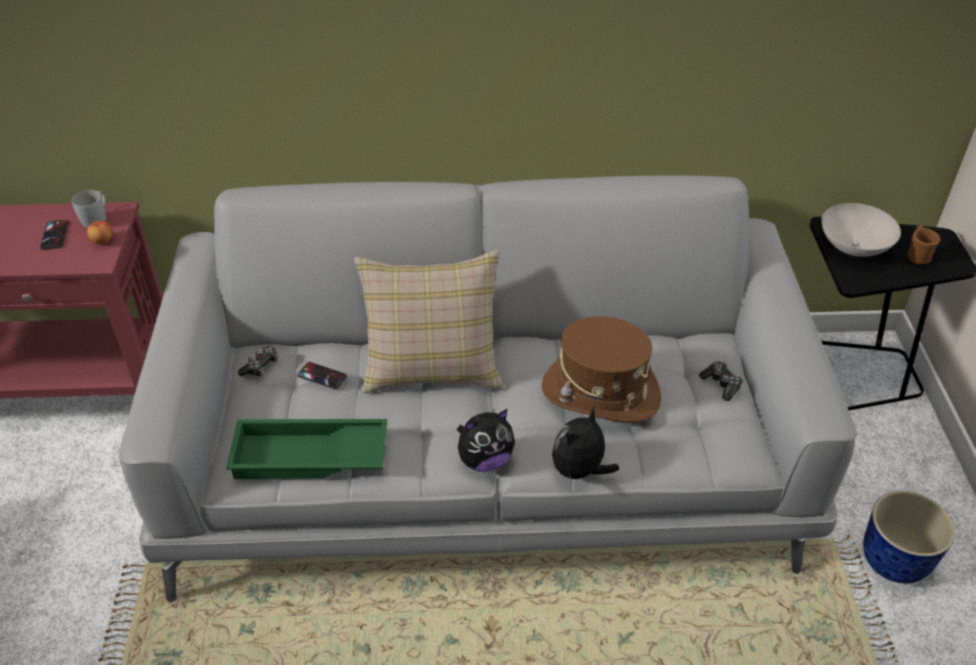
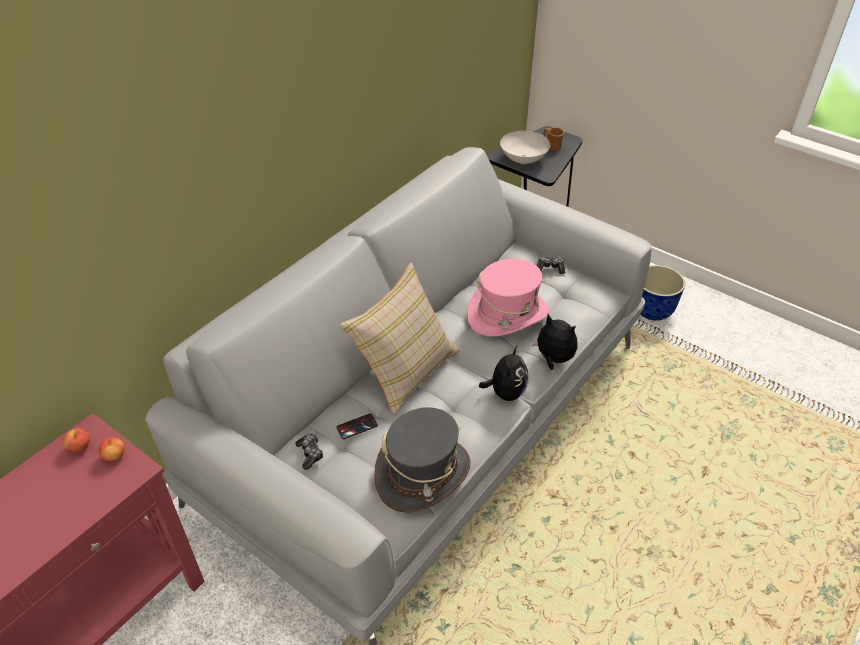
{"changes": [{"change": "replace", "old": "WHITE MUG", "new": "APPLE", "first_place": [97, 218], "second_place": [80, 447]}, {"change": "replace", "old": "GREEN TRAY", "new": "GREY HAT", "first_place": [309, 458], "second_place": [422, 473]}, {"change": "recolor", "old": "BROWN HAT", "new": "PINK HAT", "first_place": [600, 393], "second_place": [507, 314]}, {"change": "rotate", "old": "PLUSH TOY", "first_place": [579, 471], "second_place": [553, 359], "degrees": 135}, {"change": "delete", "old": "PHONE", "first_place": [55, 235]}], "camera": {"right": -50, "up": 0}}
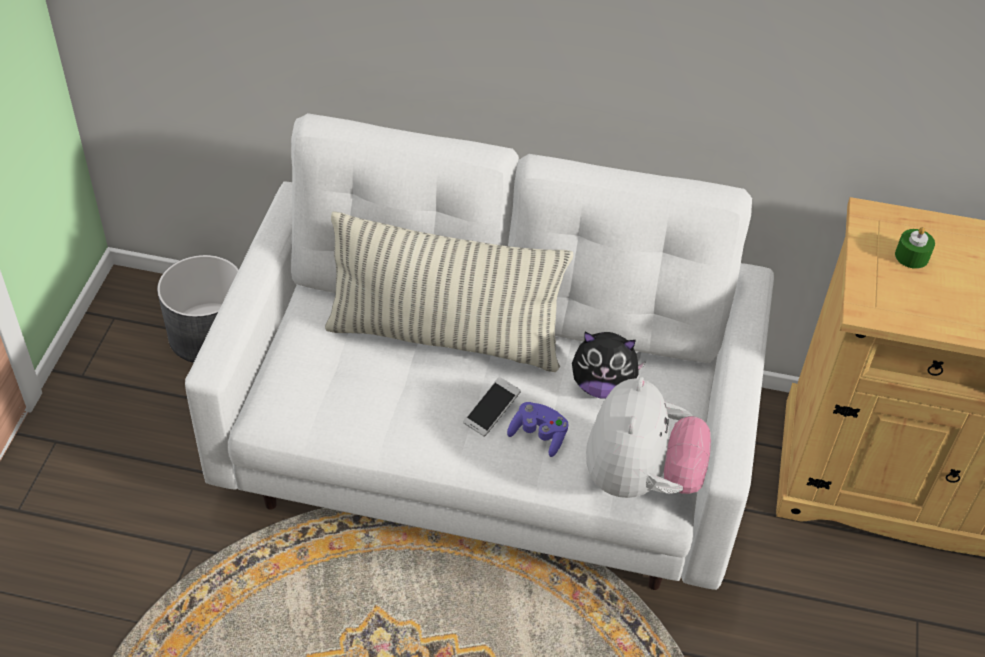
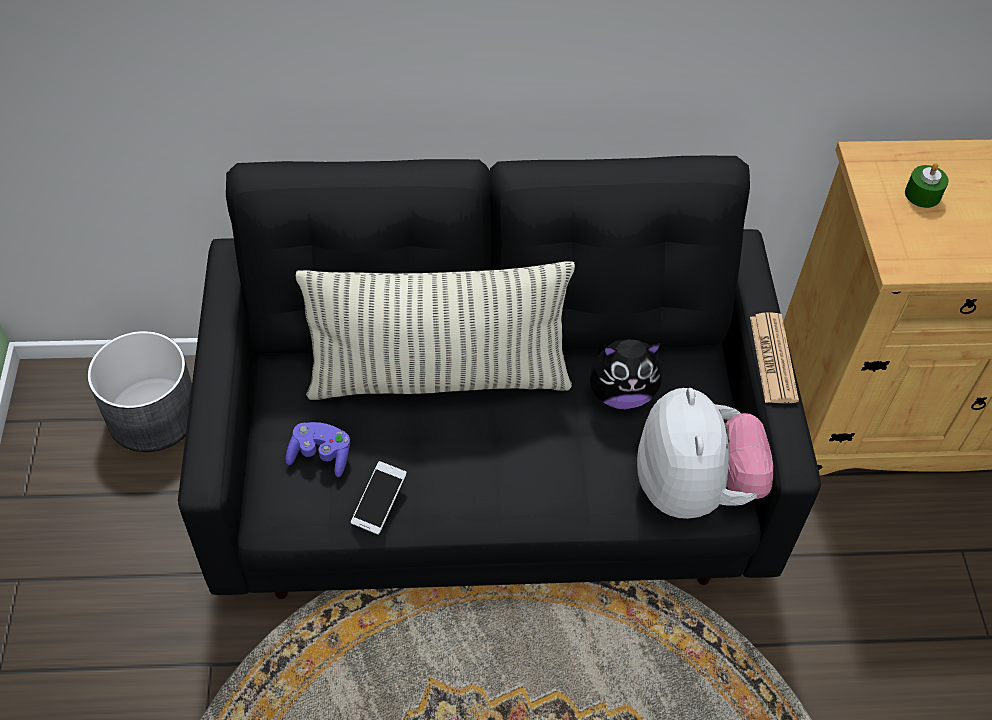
{"changes": [{"change": "recolor", "old": "WHITE SOFA", "new": "BLACK SOFA", "first_place": [487, 456], "second_place": [492, 482]}, {"change": "move", "old": "PURPLE GAME CONTROLLER", "first_place": [538, 435], "second_place": [321, 456]}, {"change": "move", "old": "PHONE", "first_place": [491, 412], "second_place": [379, 503]}, {"change": "insert", "new": "NEWSPAPER", "second_place": [773, 359]}], "camera": {"right": -15, "up": 5}}
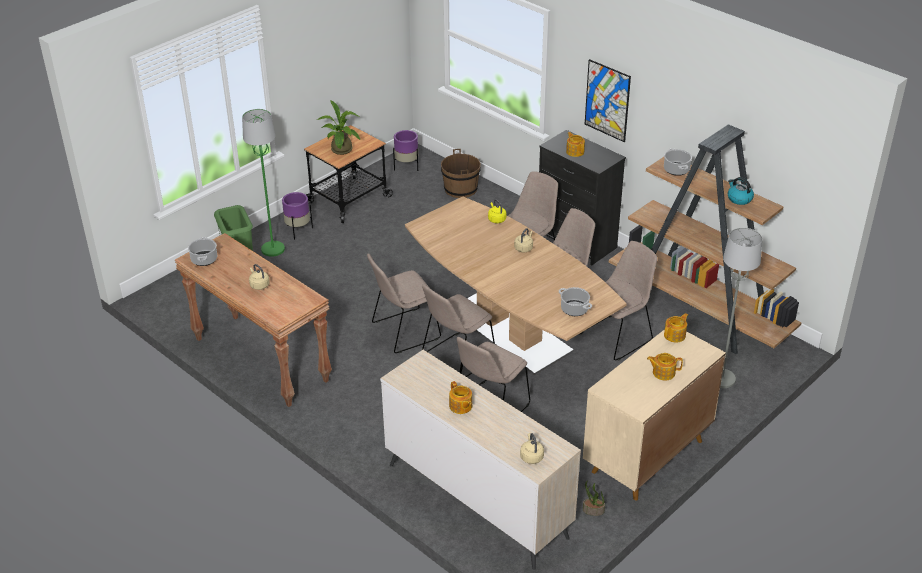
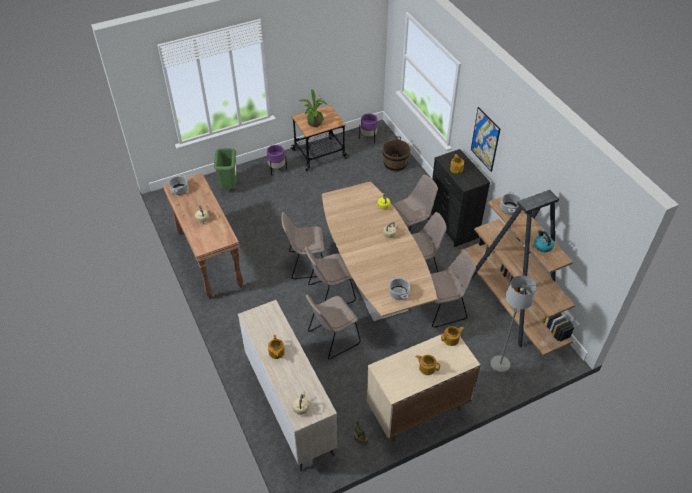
{"changes": [{"change": "delete", "old": "GREEN FLOOR LAMP", "first_place": [272, 249]}], "camera": {"right": 20, "up": 10}}
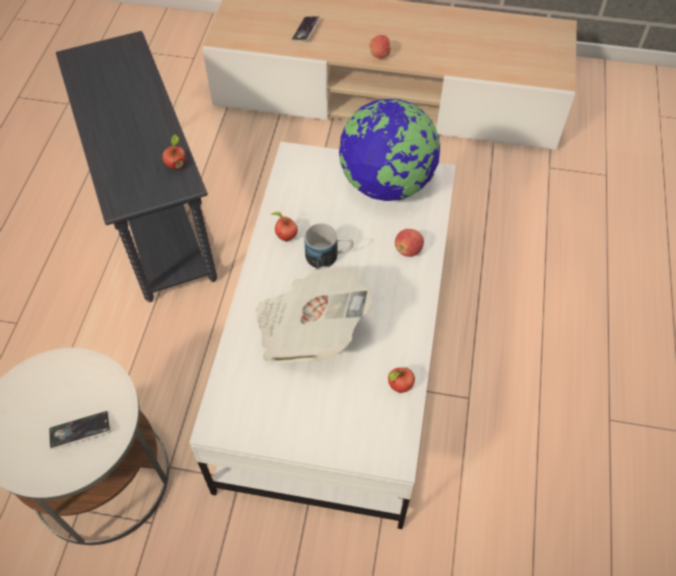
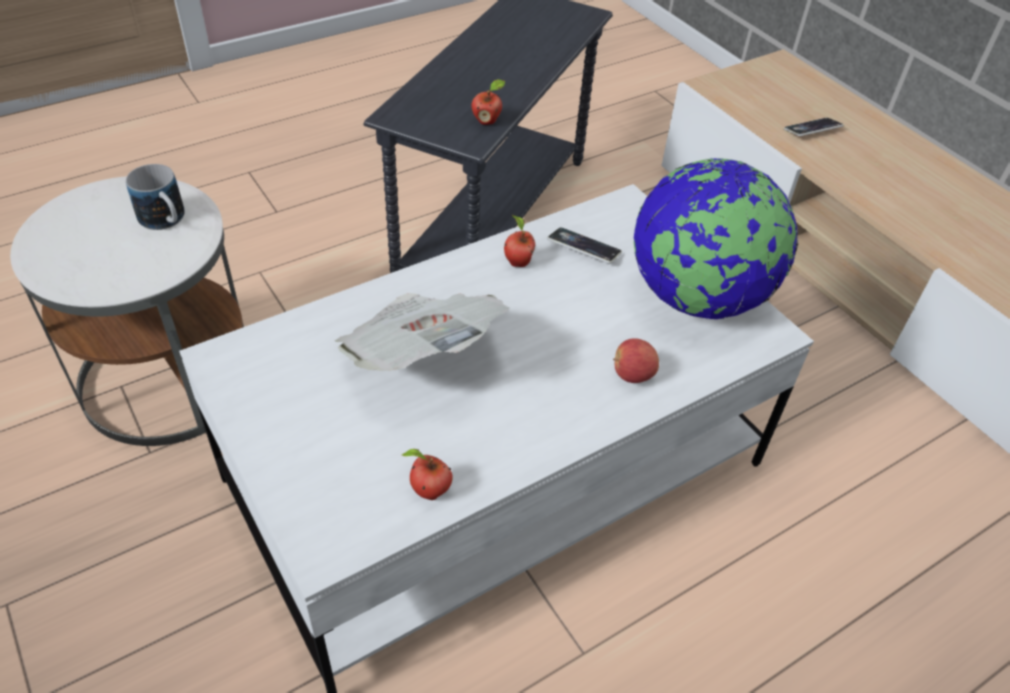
{"changes": [{"change": "move", "old": "MUG", "first_place": [329, 256], "second_place": [166, 222]}, {"change": "move", "old": "PHONE", "first_place": [81, 431], "second_place": [584, 249]}, {"change": "delete", "old": "APPLE", "first_place": [380, 55]}], "camera": {"right": 45, "up": -10}}
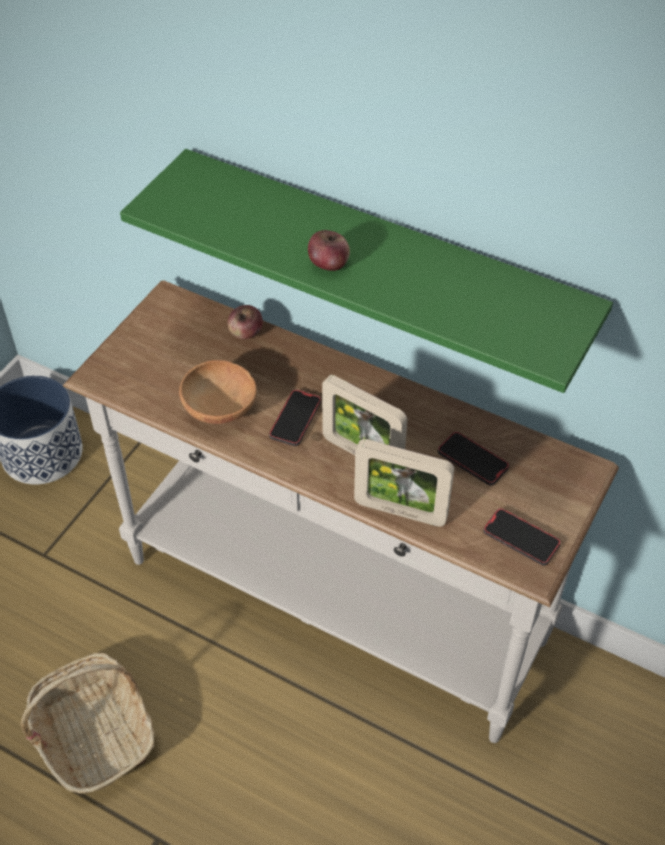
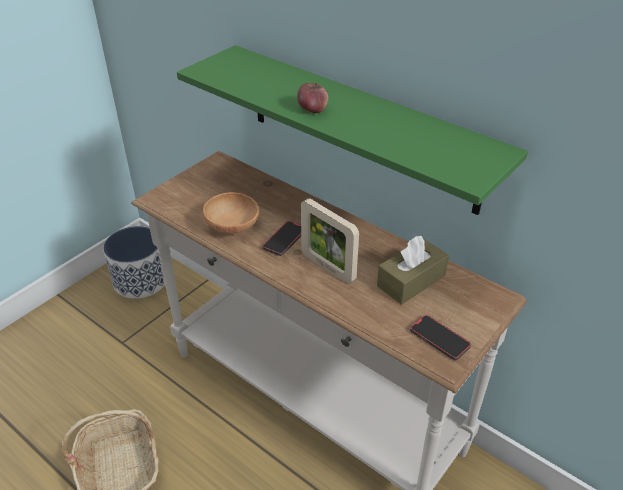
{"changes": [{"change": "replace", "old": "PHONE", "new": "BROWN TISSUE BOX", "first_place": [472, 460], "second_place": [411, 281]}, {"change": "delete", "old": "APPLE", "first_place": [246, 333]}, {"change": "delete", "old": "PICTURE FRAME", "first_place": [400, 511]}], "camera": {"right": 10, "up": -10}}
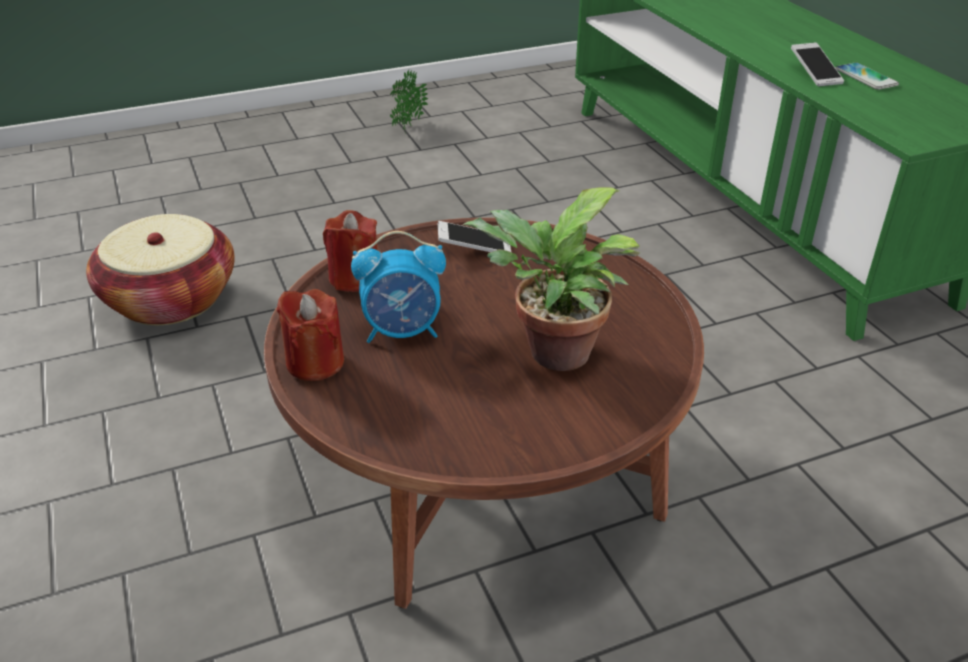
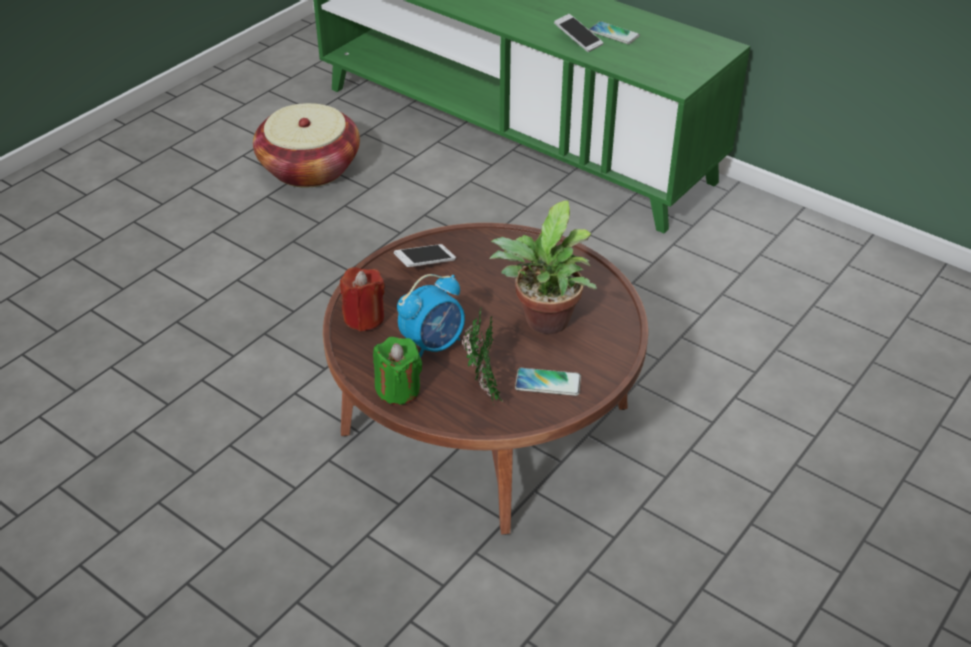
{"changes": [{"change": "move", "old": "BASKET", "first_place": [171, 299], "second_place": [310, 168]}, {"change": "recolor", "old": "RED CANDLE", "new": "GREEN CANDLE", "first_place": [315, 362], "second_place": [398, 389]}, {"change": "move", "old": "POTTED PLANT", "first_place": [406, 128], "second_place": [484, 387]}, {"change": "insert", "new": "PHONE", "second_place": [548, 383]}], "camera": {"right": -30, "up": 5}}
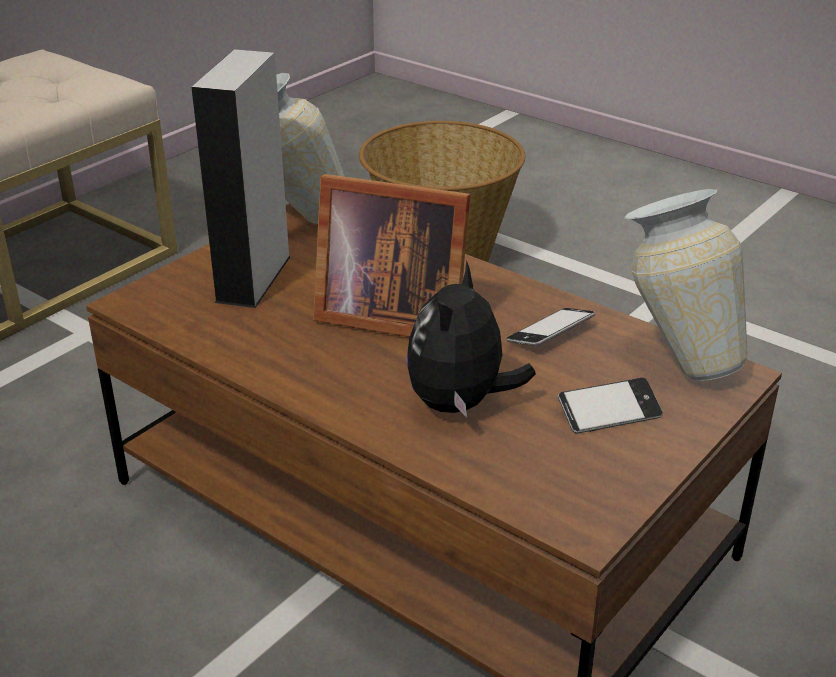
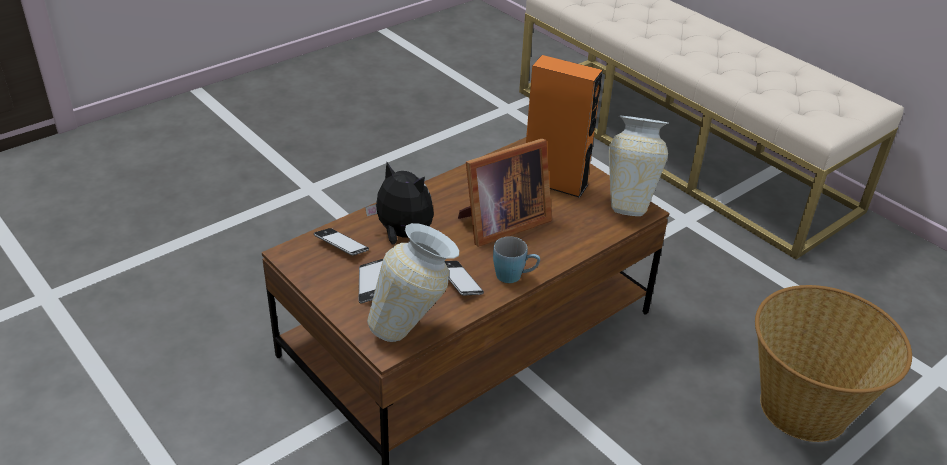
{"changes": [{"change": "insert", "new": "PHONE", "second_place": [341, 245]}, {"change": "rotate", "old": "PICTURE FRAME", "first_place": [388, 314], "second_place": [500, 224], "degrees": -150}, {"change": "insert", "new": "BLUE MUG", "second_place": [515, 276]}, {"change": "recolor", "old": "GREY SPEAKER", "new": "ORANGE SPEAKER", "first_place": [254, 278], "second_place": [554, 182]}], "camera": {"right": 100, "up": 5}}
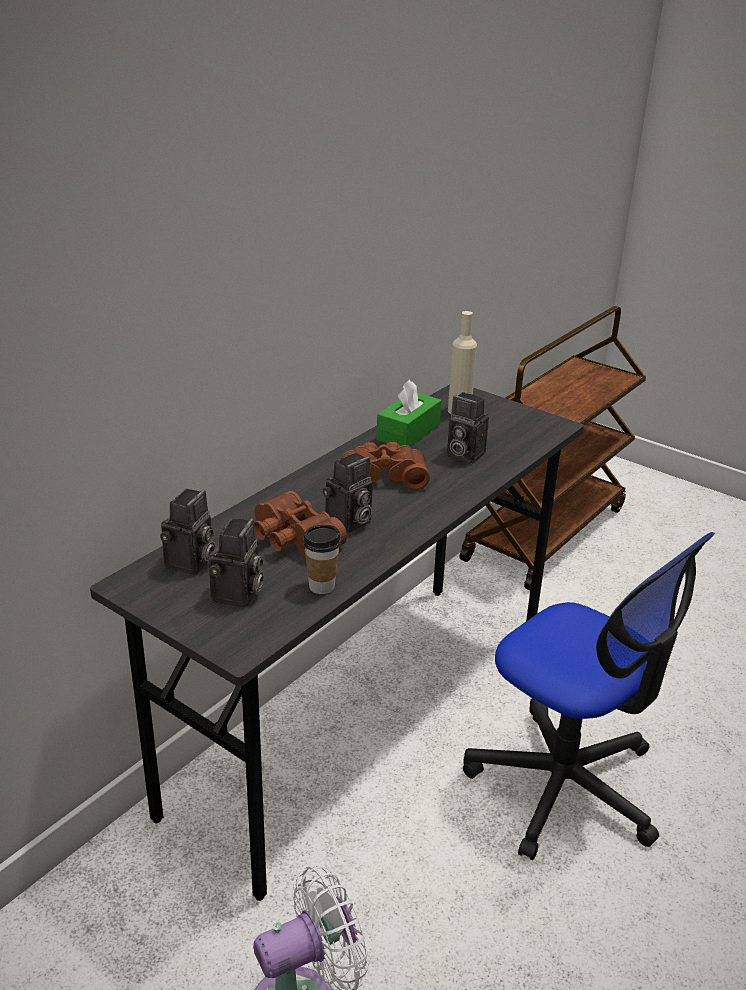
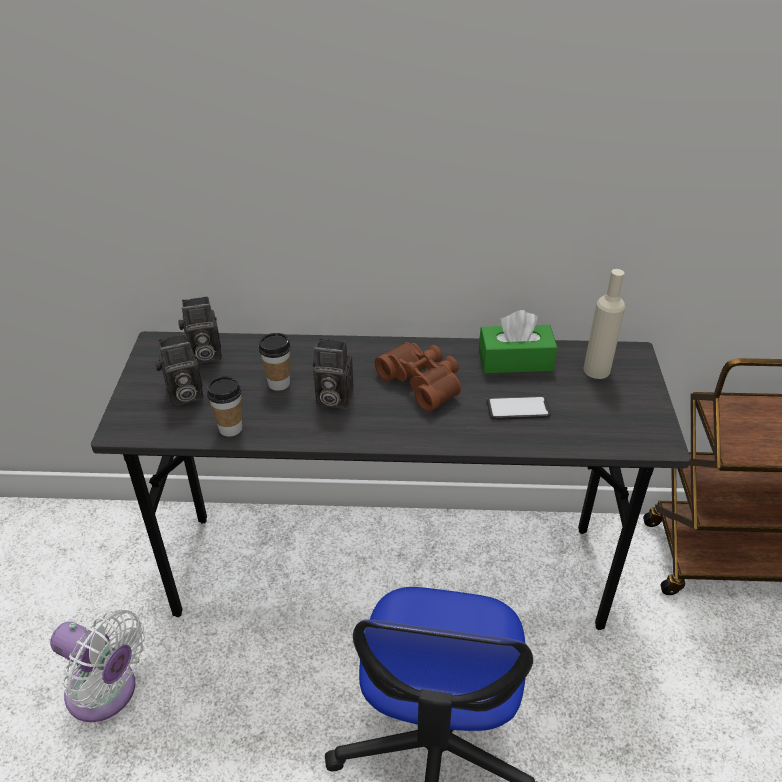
{"changes": [{"change": "replace", "old": "BROWN BINOCULARS", "new": "CUP", "first_place": [292, 540], "second_place": [279, 383]}, {"change": "replace", "old": "PHOTO CAMERA", "new": "PHONE", "first_place": [463, 455], "second_place": [518, 408]}], "camera": {"right": 55, "up": 10}}
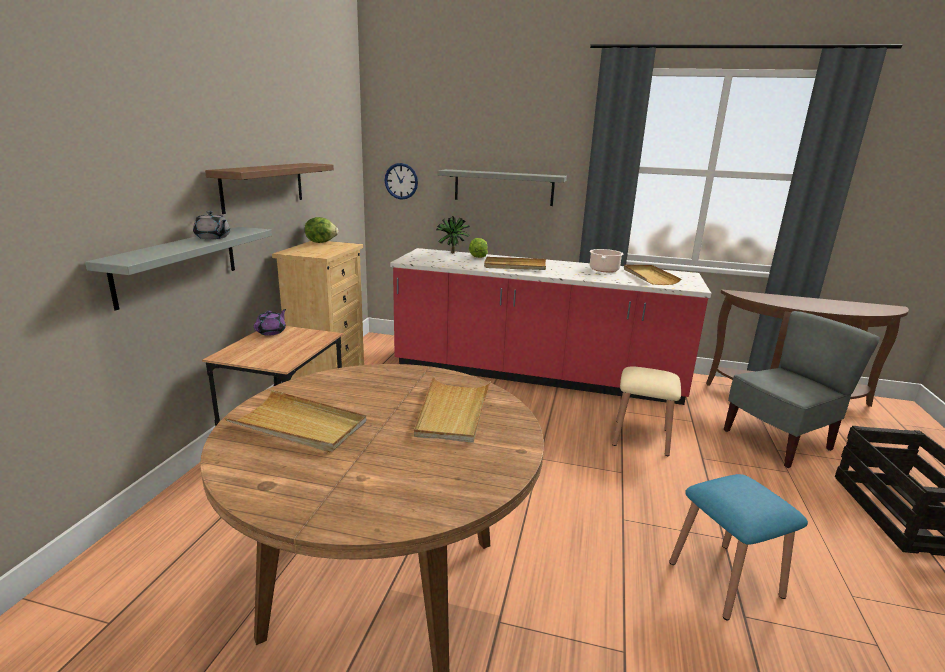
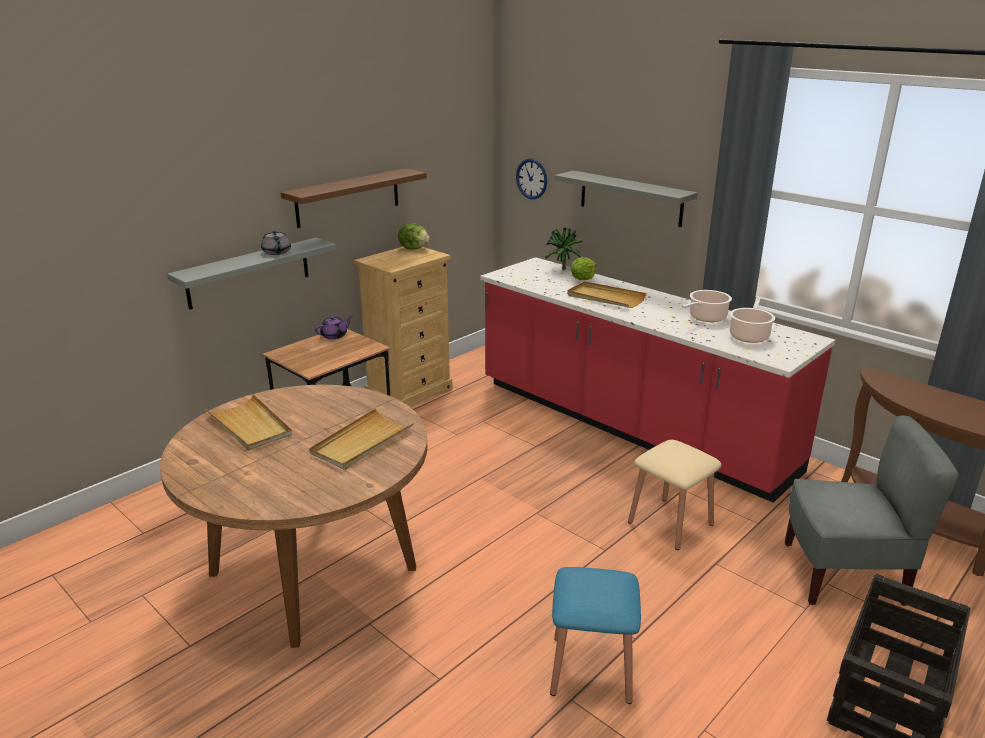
{"changes": [{"change": "replace", "old": "BEIGE TRAY", "new": "COOKING POT", "first_place": [649, 276], "second_place": [749, 335]}], "camera": {"right": 30, "up": 5}}
